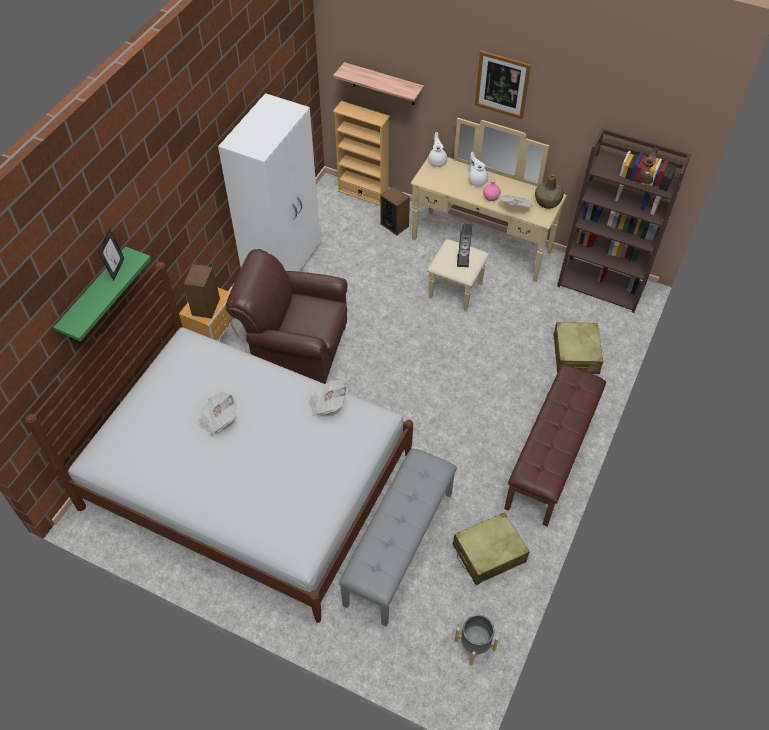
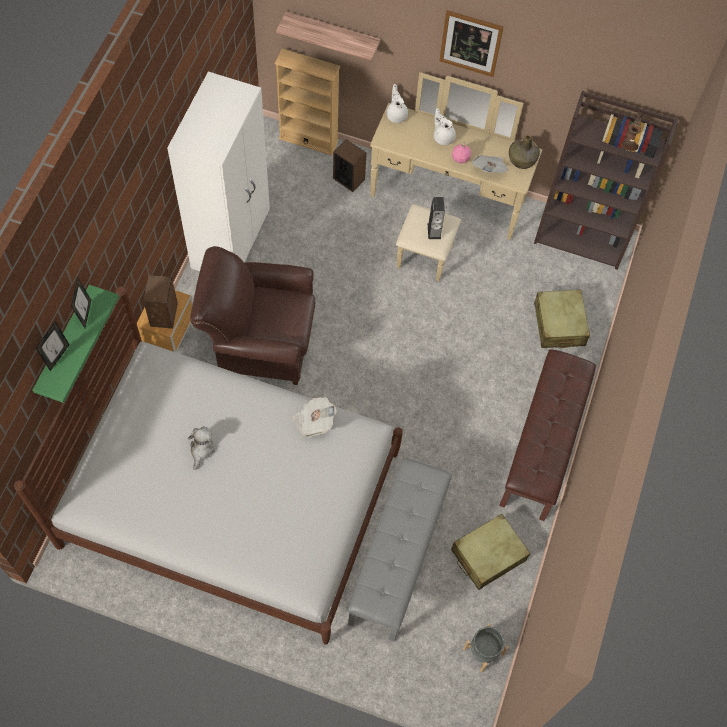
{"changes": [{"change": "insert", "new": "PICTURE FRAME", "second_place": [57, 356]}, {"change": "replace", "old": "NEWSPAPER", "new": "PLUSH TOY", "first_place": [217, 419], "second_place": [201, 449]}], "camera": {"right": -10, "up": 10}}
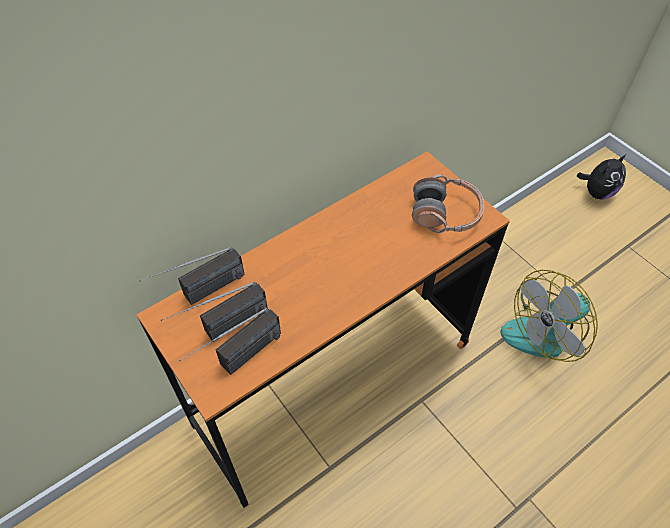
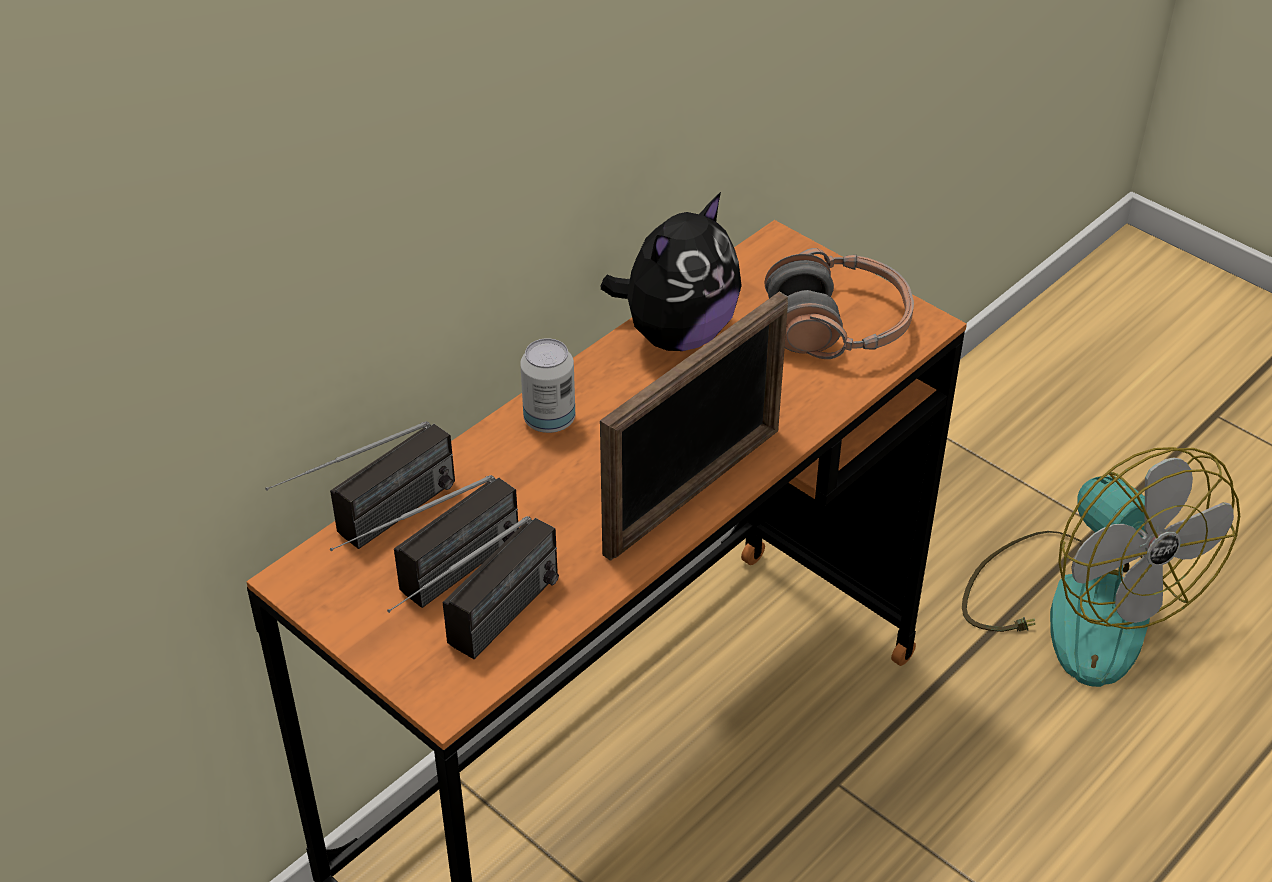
{"changes": [{"change": "insert", "new": "CAN", "second_place": [549, 420]}, {"change": "move", "old": "PLUSH TOY", "first_place": [597, 192], "second_place": [677, 334]}, {"change": "insert", "new": "PICTURE FRAME", "second_place": [694, 491]}, {"change": "rotate", "old": "FAN", "first_place": [546, 331], "second_place": [1077, 605], "degrees": -75}], "camera": {"right": -10, "up": -10}}
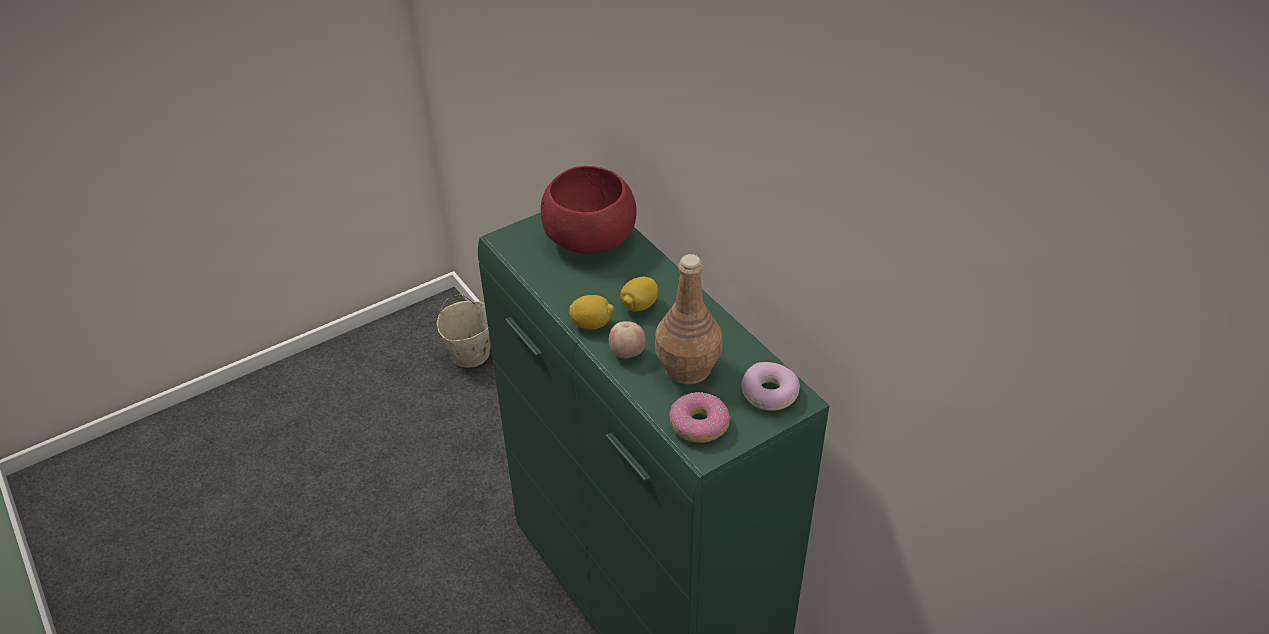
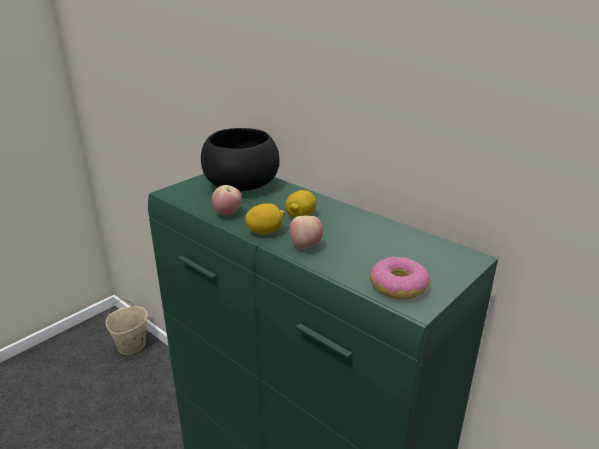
{"changes": [{"change": "recolor", "old": "RED BOWL", "new": "BLACK BOWL", "first_place": [588, 237], "second_place": [240, 185]}, {"change": "insert", "new": "APPLE", "second_place": [227, 214]}, {"change": "delete", "old": "BROWN BOTTLE", "first_place": [688, 369]}, {"change": "delete", "old": "DONUT", "first_place": [769, 394]}], "camera": {"right": -15, "up": -15}}
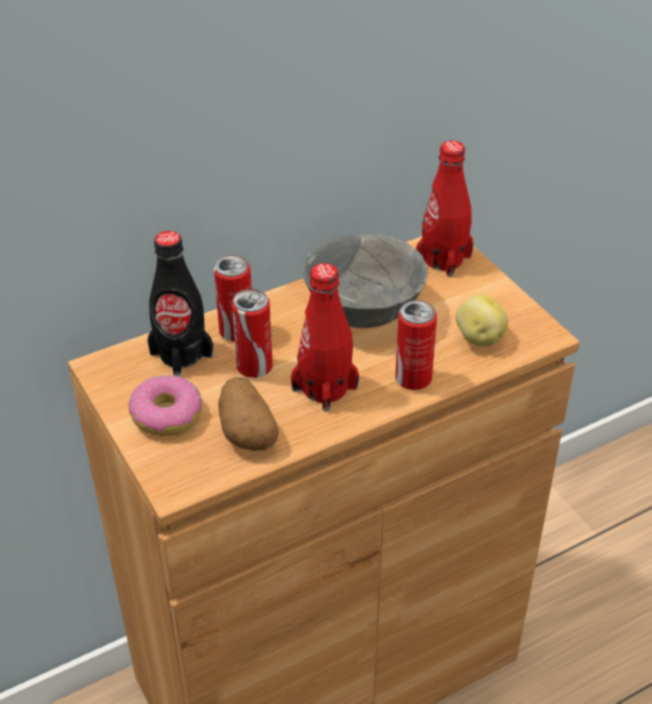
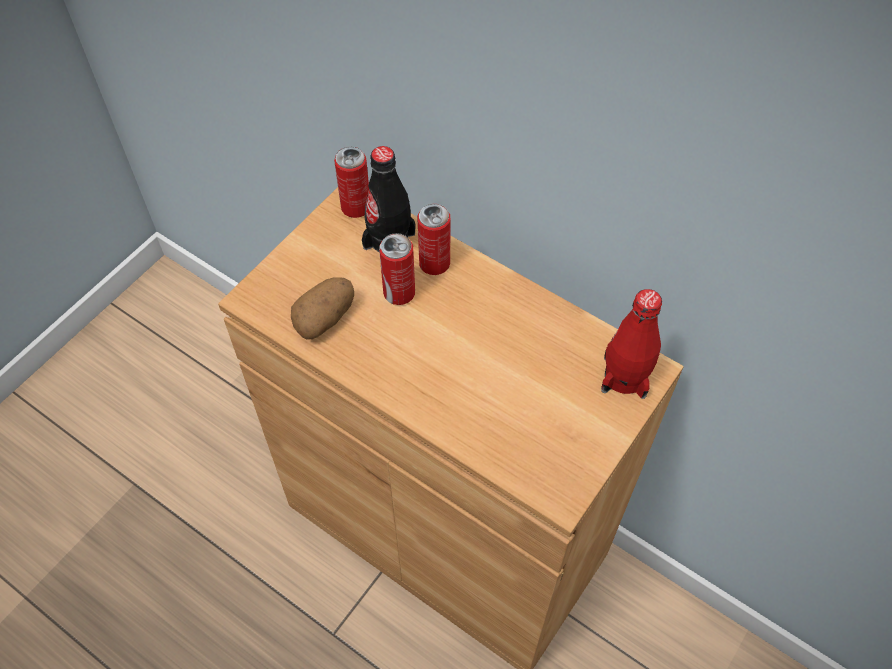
{"changes": [{"change": "move", "old": "CAN", "first_place": [413, 379], "second_place": [356, 207]}, {"change": "delete", "old": "DONUT", "first_place": [166, 415]}, {"change": "delete", "old": "RED BOTTLE", "first_place": [325, 388]}, {"change": "delete", "old": "GREY BOWL", "first_place": [363, 310]}, {"change": "delete", "old": "POTATO", "first_place": [479, 338]}], "camera": {"right": 65, "up": 15}}
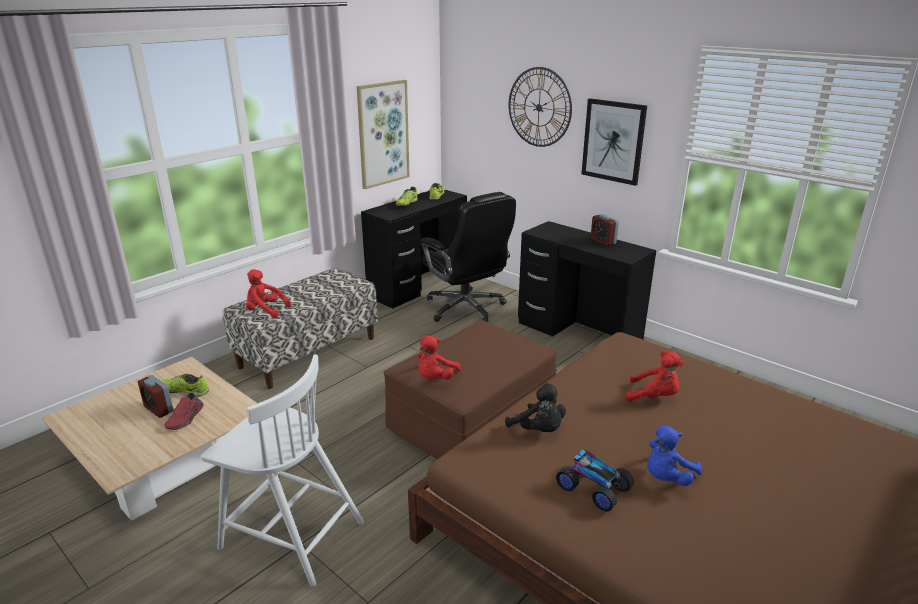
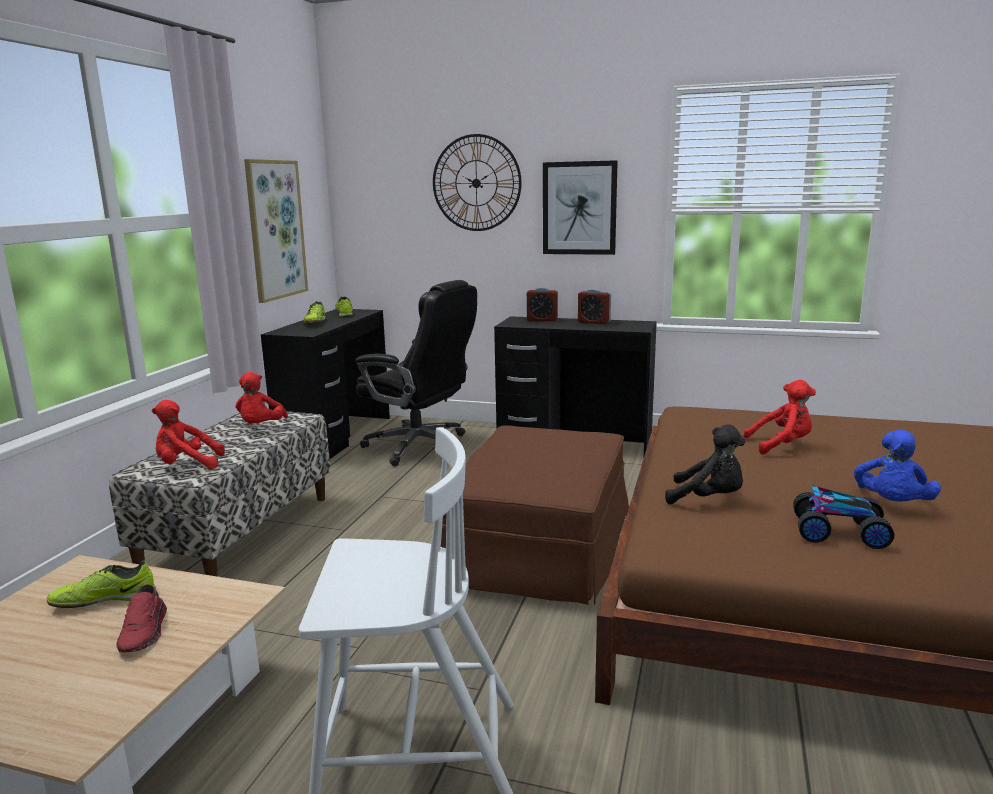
{"changes": [{"change": "move", "old": "RED PLUSH TOY", "first_place": [435, 378], "second_place": [261, 427]}, {"change": "move", "old": "ALARM CLOCK", "first_place": [159, 409], "second_place": [542, 319]}], "camera": {"right": -25, "up": -10}}
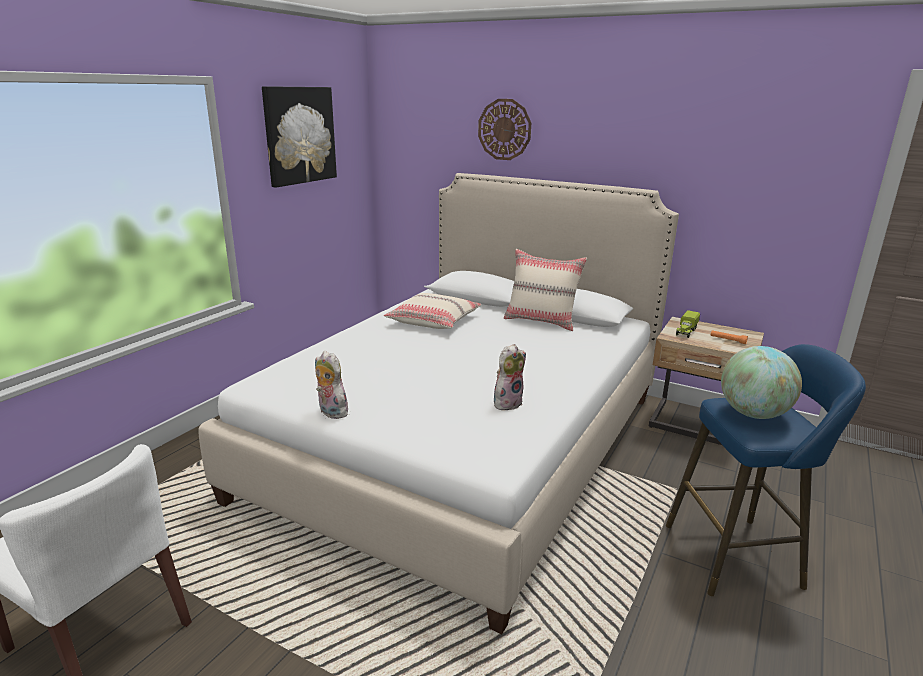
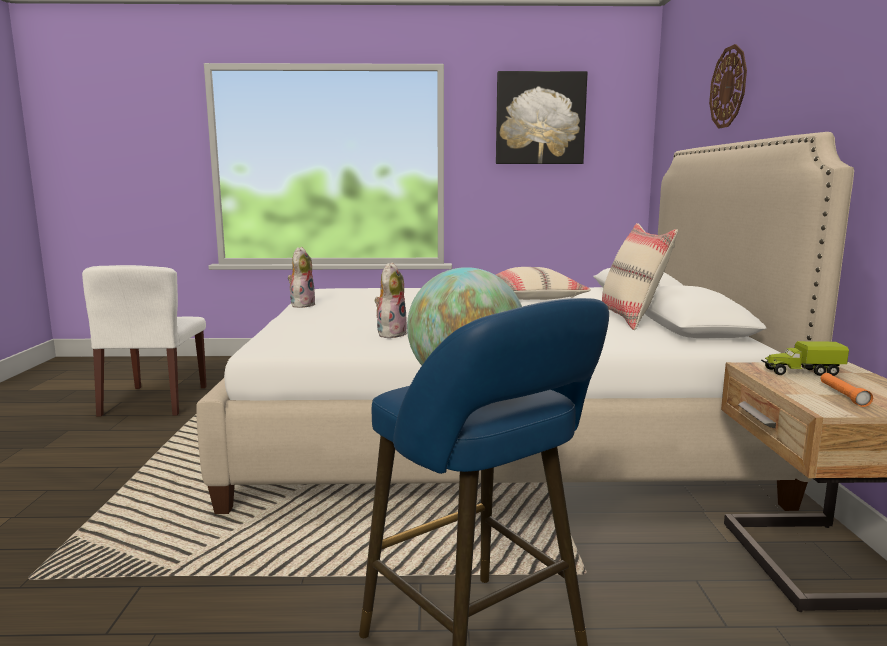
{"changes": [{"change": "rotate", "old": "PLUSH TOY", "first_place": [507, 402], "second_place": [390, 334], "degrees": -90}], "camera": {"right": 60, "up": -10}}
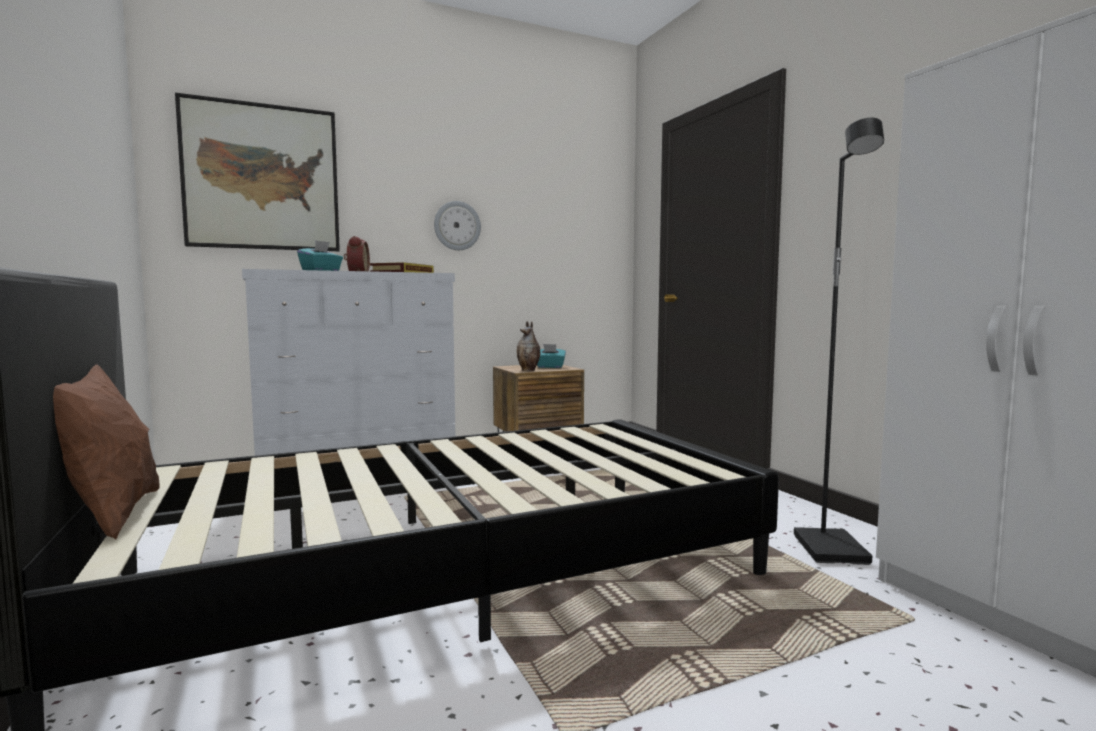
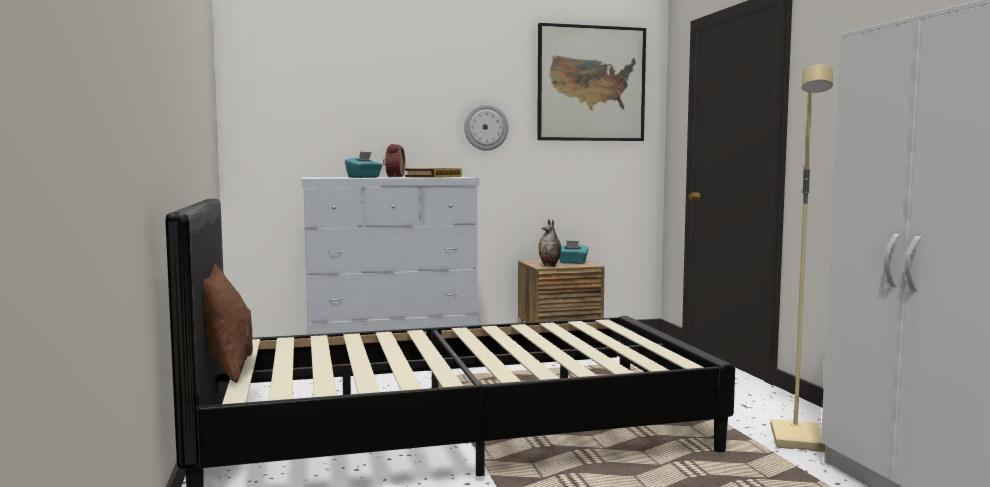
{"changes": [{"change": "move", "old": "PICTURE", "first_place": [262, 177], "second_place": [591, 83]}, {"change": "recolor", "old": "BLACK FLOOR LAMP", "new": "BEIGE FLOOR LAMP", "first_place": [832, 550], "second_place": [799, 439]}], "camera": {"right": 10, "up": 0}}
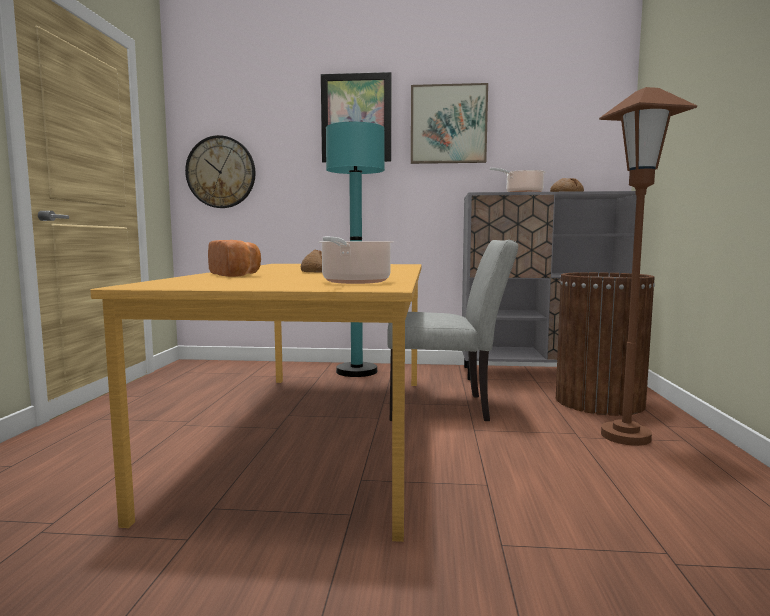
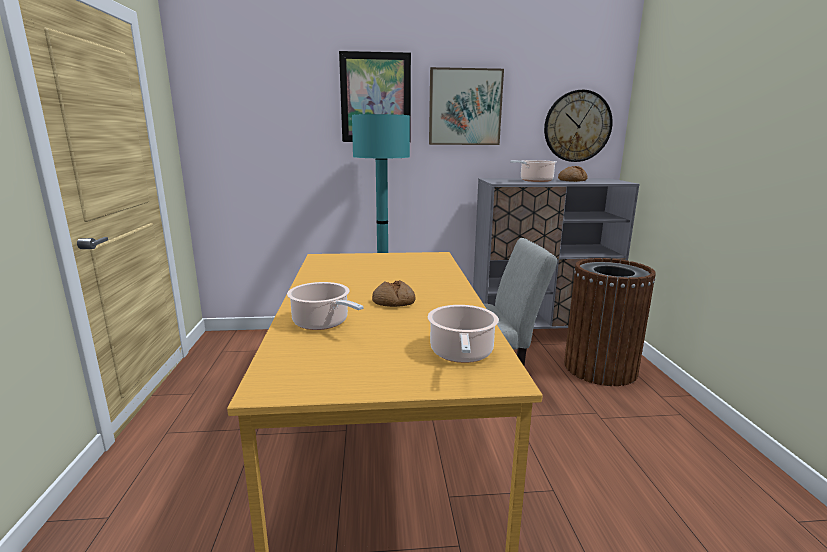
{"changes": [{"change": "replace", "old": "BREAD", "new": "COOKING POT", "first_place": [237, 275], "second_place": [322, 323]}, {"change": "move", "old": "WALL CLOCK", "first_place": [221, 172], "second_place": [577, 126]}, {"change": "delete", "old": "BROWN FLOOR LAMP", "first_place": [625, 436]}], "camera": {"right": -10, "up": 10}}
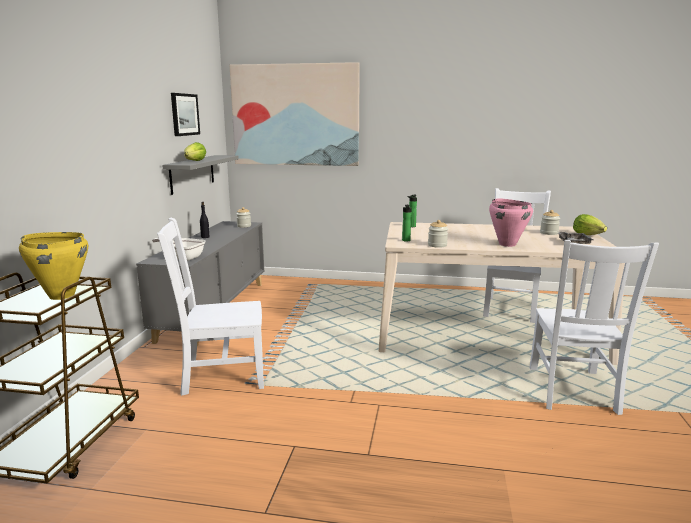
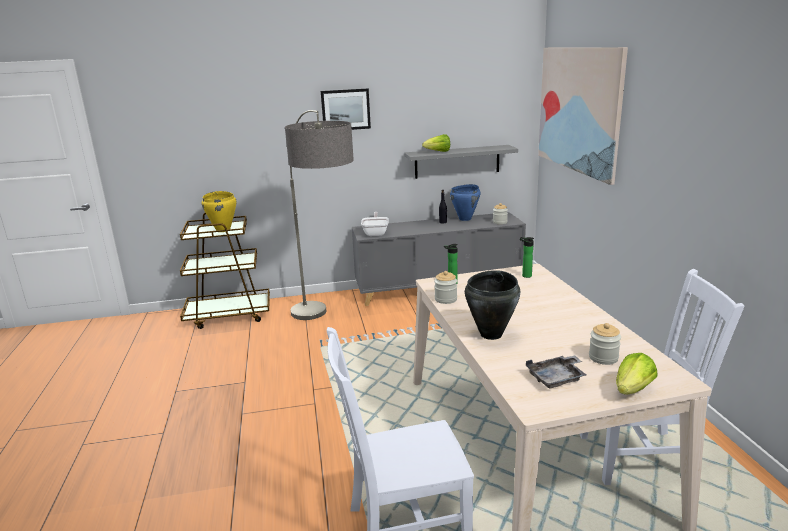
{"changes": [{"change": "replace", "old": "WHITE CHAIR", "new": "FLOOR LAMP", "first_place": [220, 376], "second_place": [326, 328]}, {"change": "move", "old": "PICTURE", "first_place": [184, 114], "second_place": [345, 109]}, {"change": "insert", "new": "BLUE COOKING POT", "second_place": [465, 219]}, {"change": "recolor", "old": "PINK COOKING POT", "new": "BLACK COOKING POT", "first_place": [507, 244], "second_place": [491, 334]}], "camera": {"right": 70, "up": 5}}
